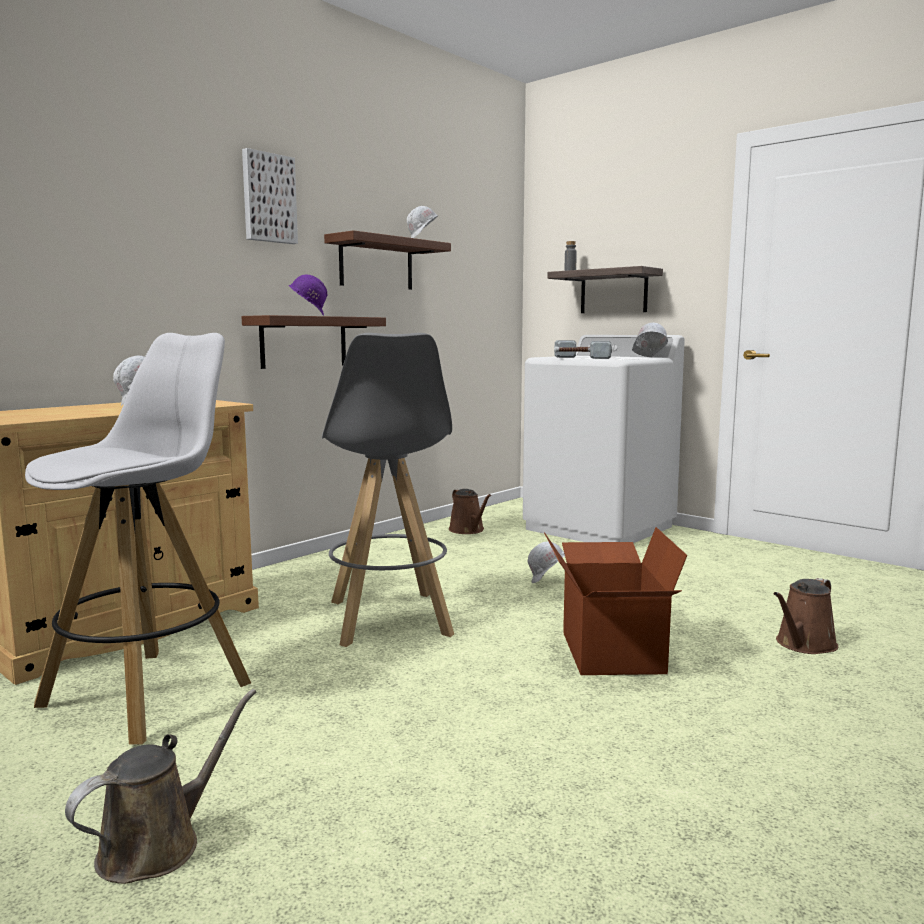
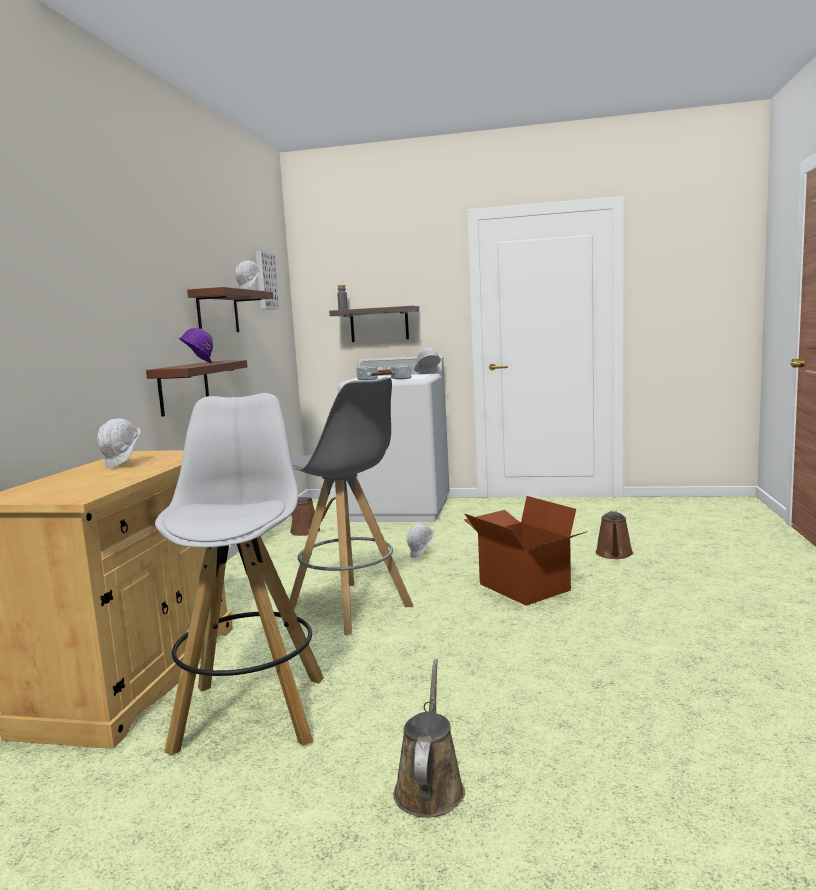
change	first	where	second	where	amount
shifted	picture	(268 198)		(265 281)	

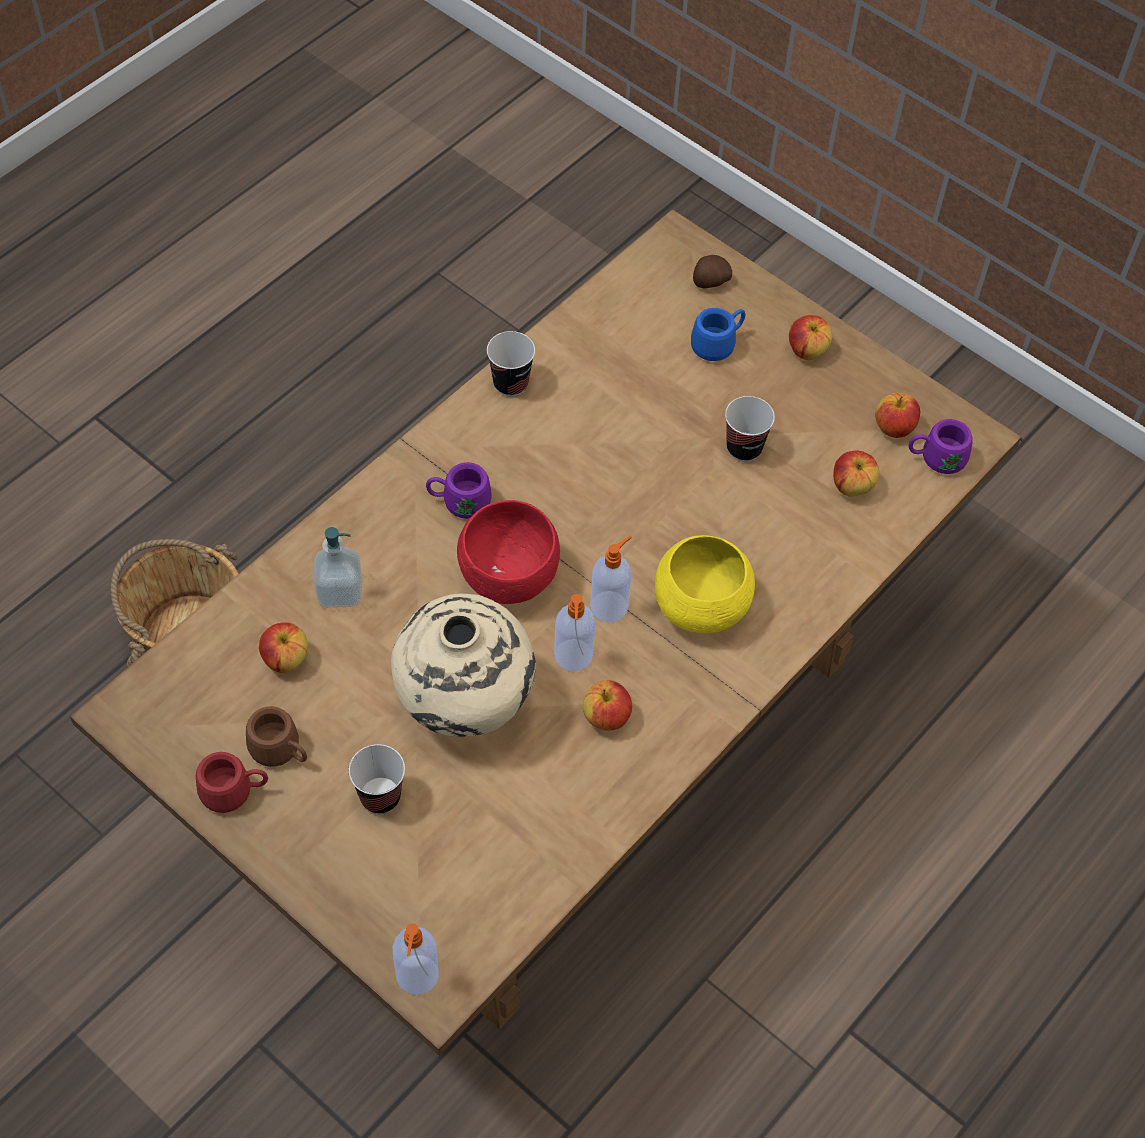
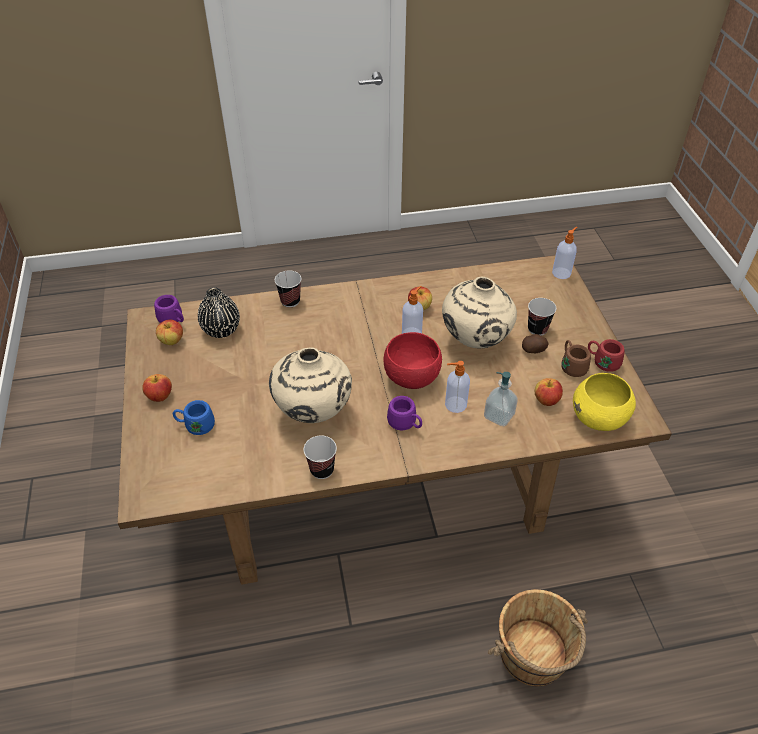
change	first	where	second	where	amount
shifted	potato	(710 282)		(533 350)	
shifted	cup	(744 448)		(290 301)	
swapped	apple	(851 486)	vase (black)	(221 330)	
shifted	bowl (yellow)	(699 606)		(599 418)	
shifted	soap dispenser	(610 606)		(454 404)	
new			vase (beige)	(313 413)	

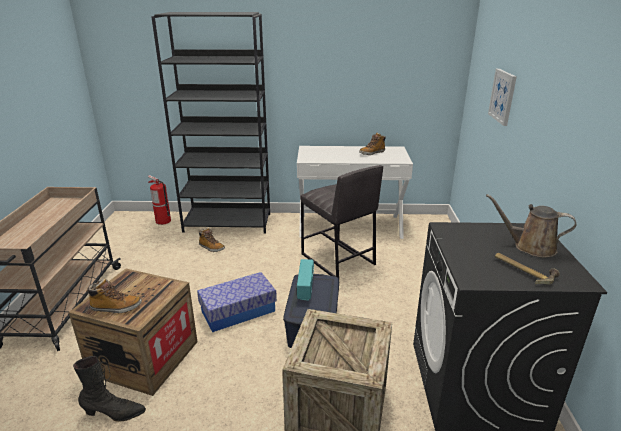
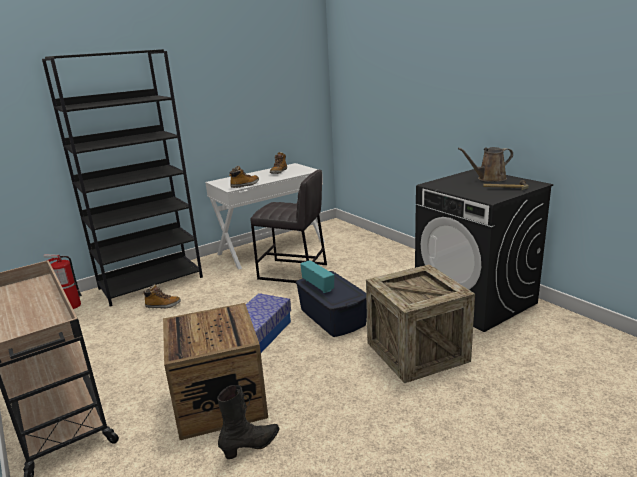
change	first	where	second	where	amount
gone	picture	(503 96)			
shifted	boot	(116 308)		(245 185)	

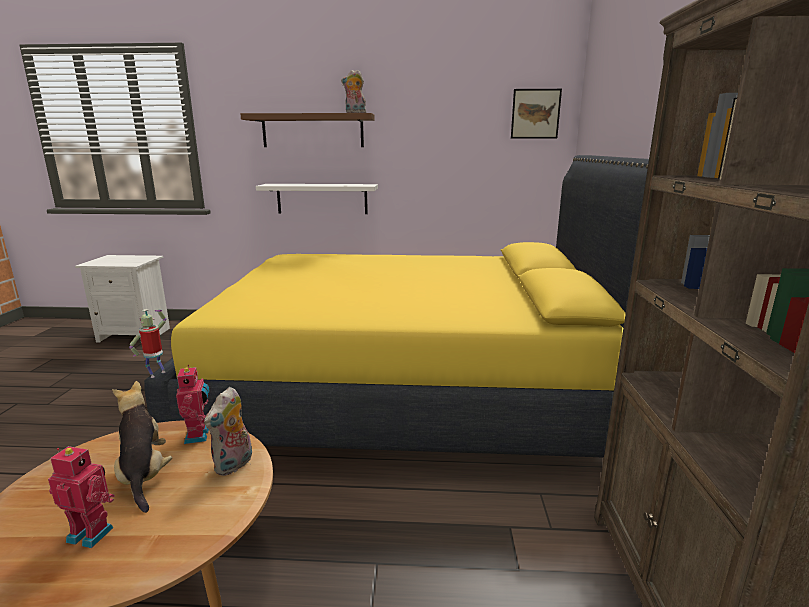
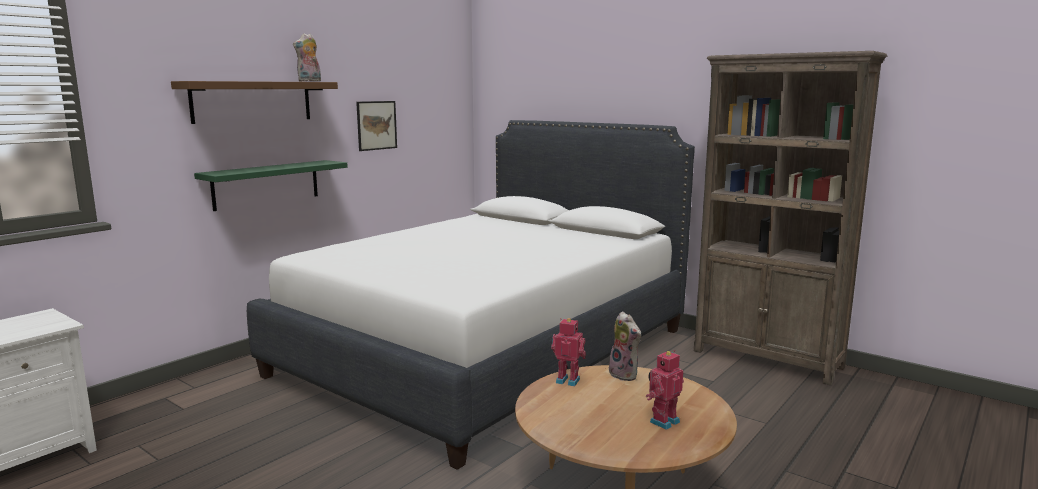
change	first	where	second	where	amount
shifted	picture	(535 114)		(376 125)	
repainted	bed (yellow)	(408 391)	bed (white)	(488 351)	
repainted	shelf (white)	(322 198)	shelf (green)	(266 184)	
gone	toy robot	(156 374)			
gone	plush toy	(144 475)			

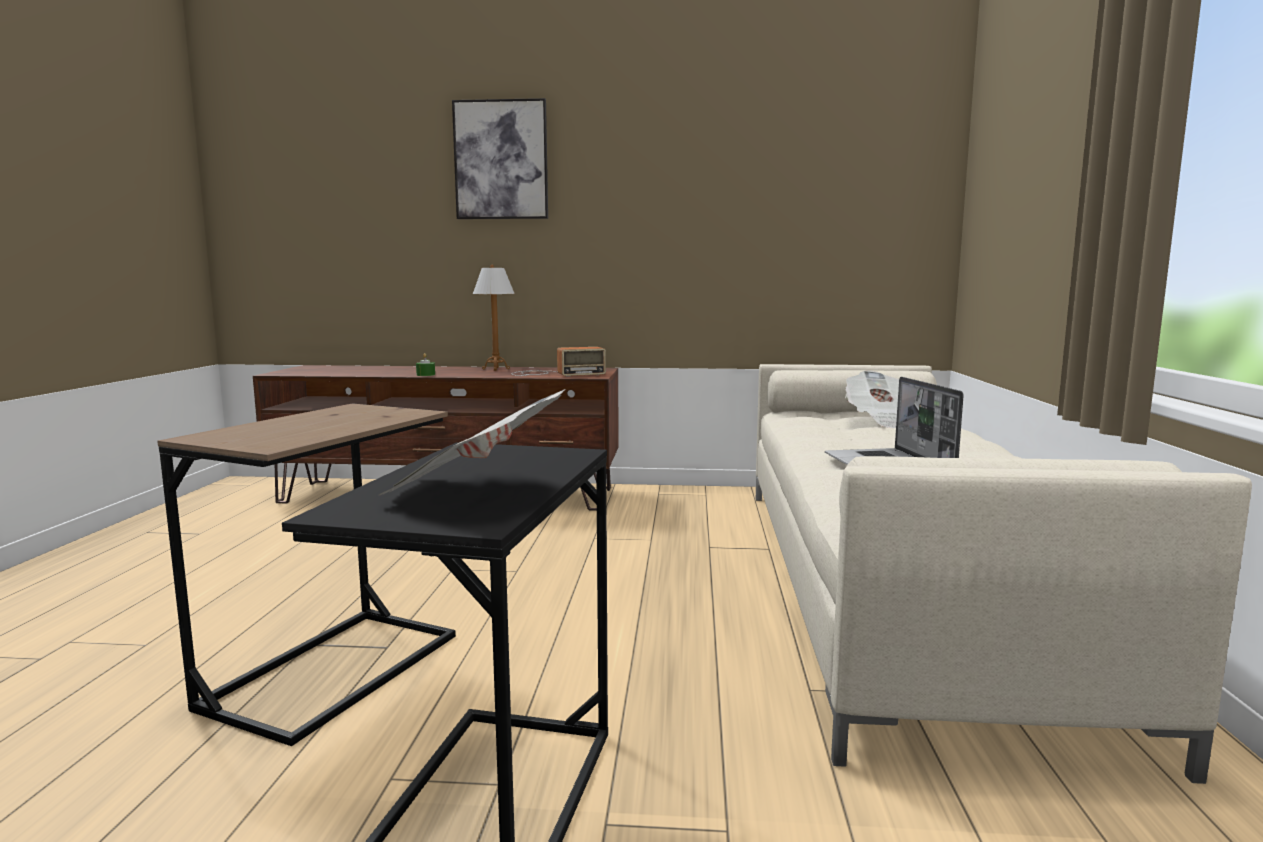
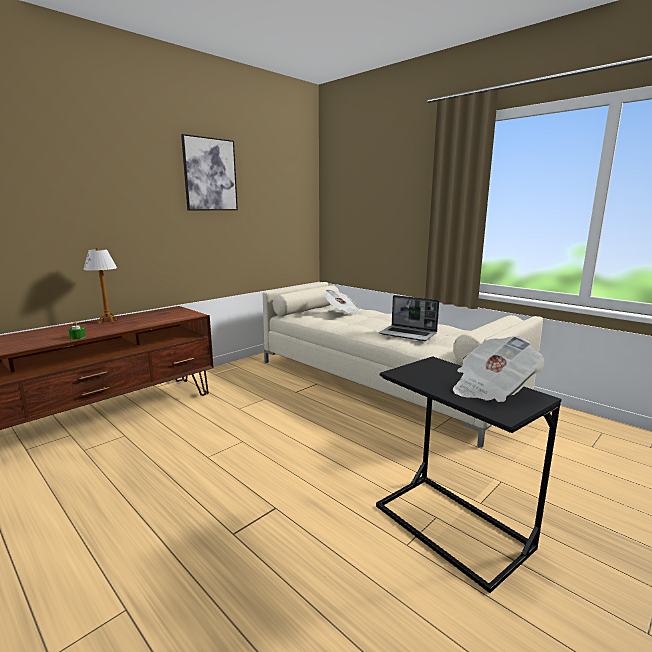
change	first	where	second	where	amount
shifted	picture	(501 160)		(210 174)	
gone	radio	(554 374)			
gone	side table (brown)	(334 670)			

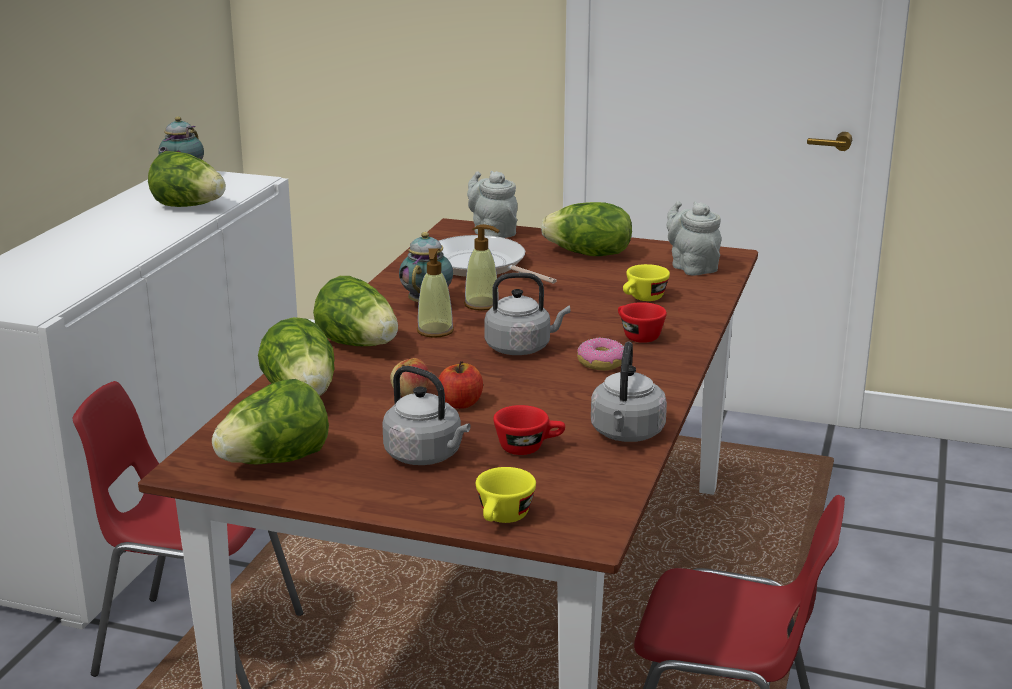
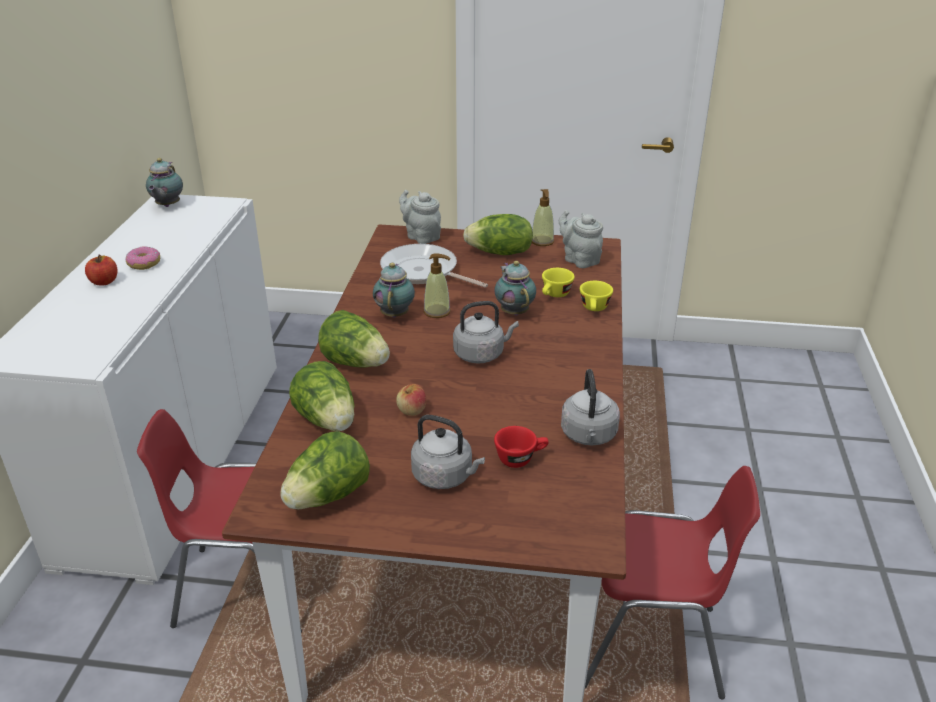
change	first	where	second	where	amount
gone	lettuce	(189 206)			
shifted	soap dispenser	(435 331)		(542 241)	
gone	cup (red)	(637 336)			
shifted	donut	(601 363)		(144 263)	
shifted	apple	(460 404)		(104 282)	
shifted	cup (yellow)	(503 519)		(594 309)	
new			teapot	(514 311)	

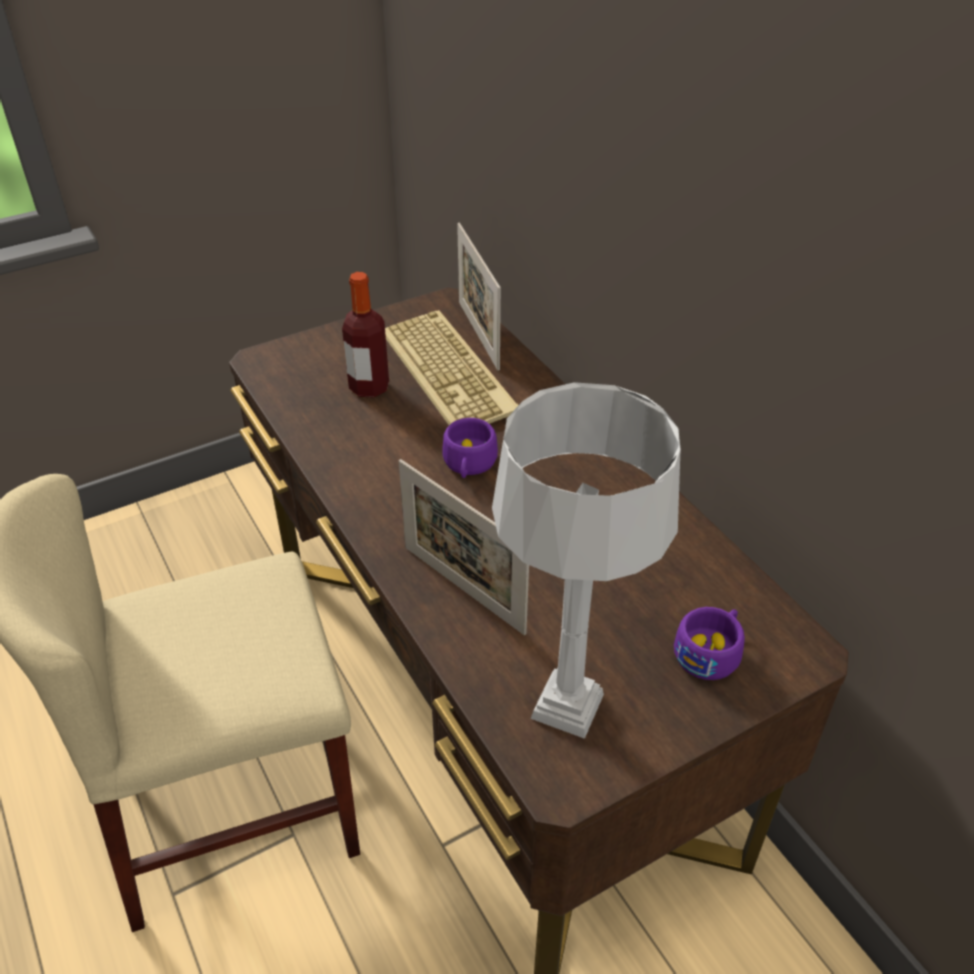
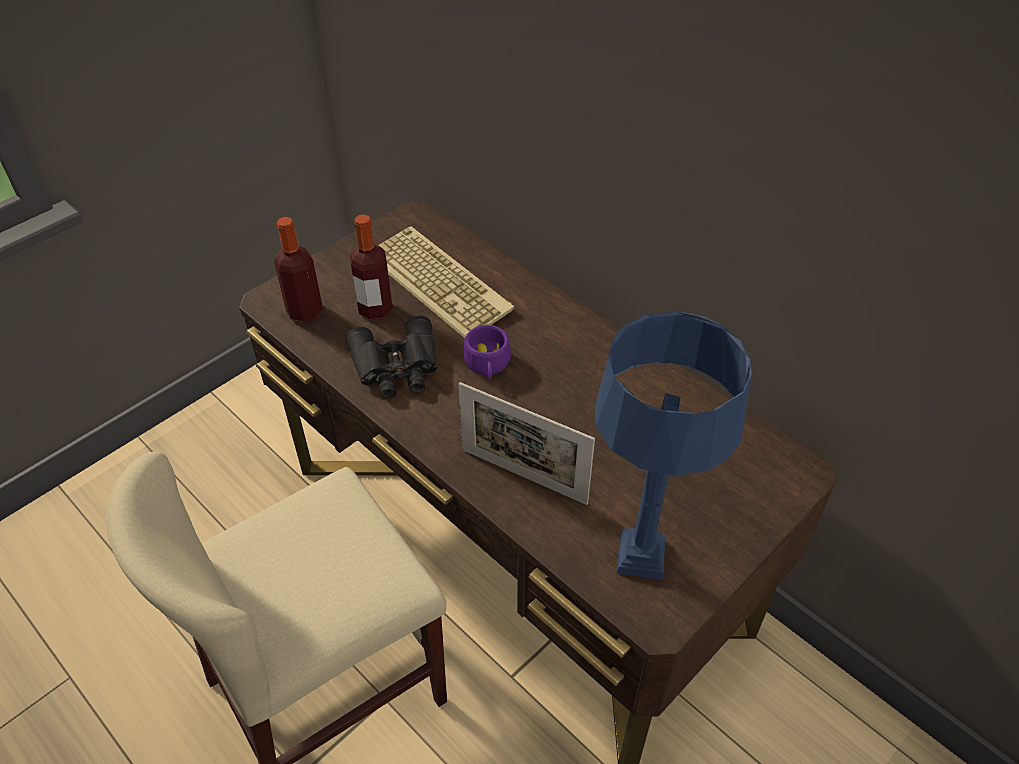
change	first	where	second	where	amount
gone	picture frame	(478 335)			
repainted	table lamp (grey)	(567 707)	table lamp (blue)	(641 557)	
gone	cup (purple)	(710 652)			
new			bottle	(304 311)	
new			binoculars (black)	(397 367)	

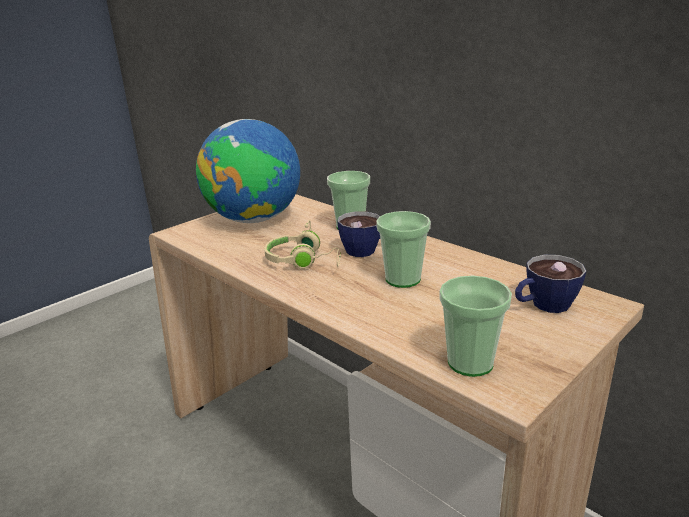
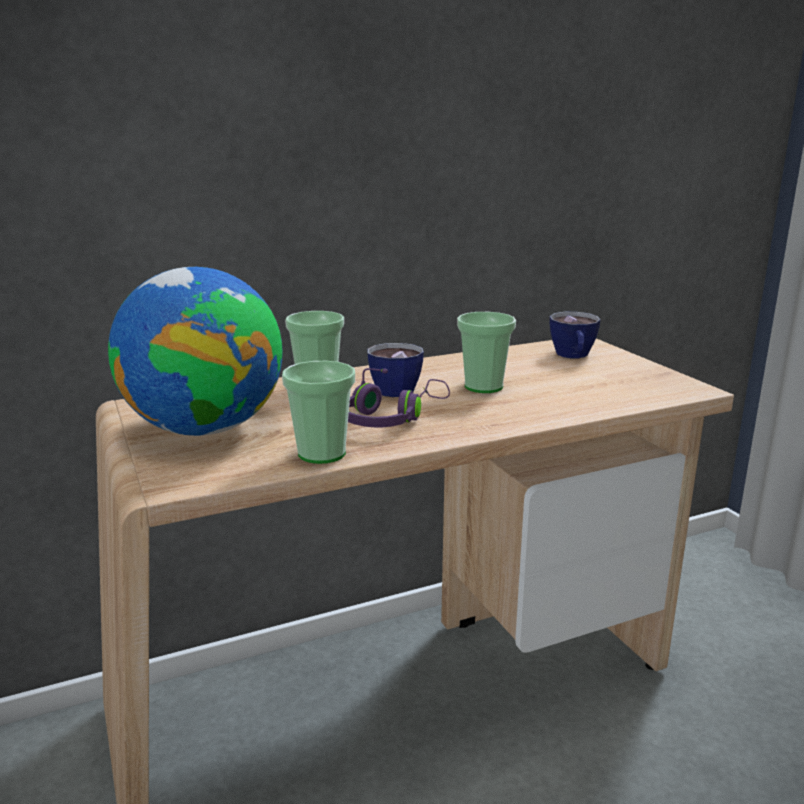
change	first	where	second	where	amount
repainted	headphones (beige)	(304 261)	headphones (purple)	(390 418)	
shifted	cup	(470 363)		(322 453)	

